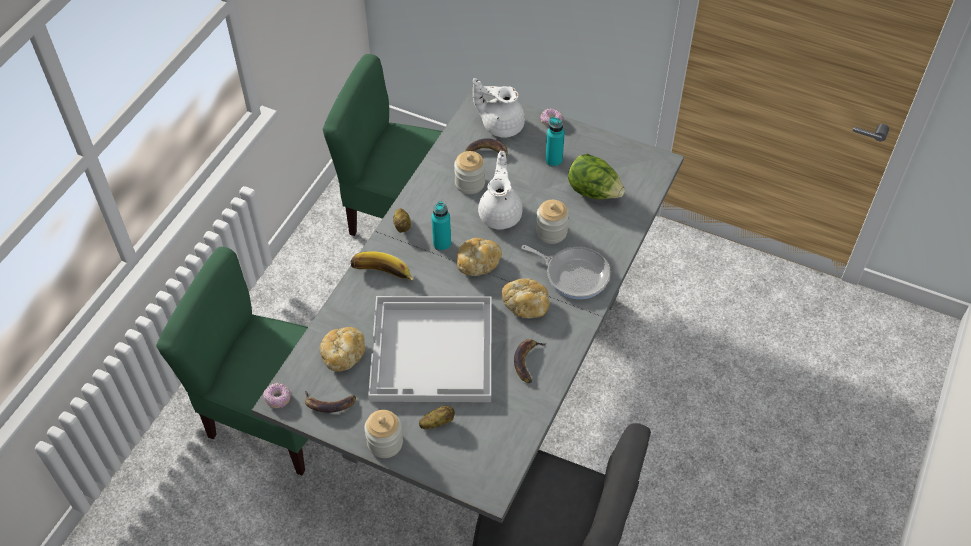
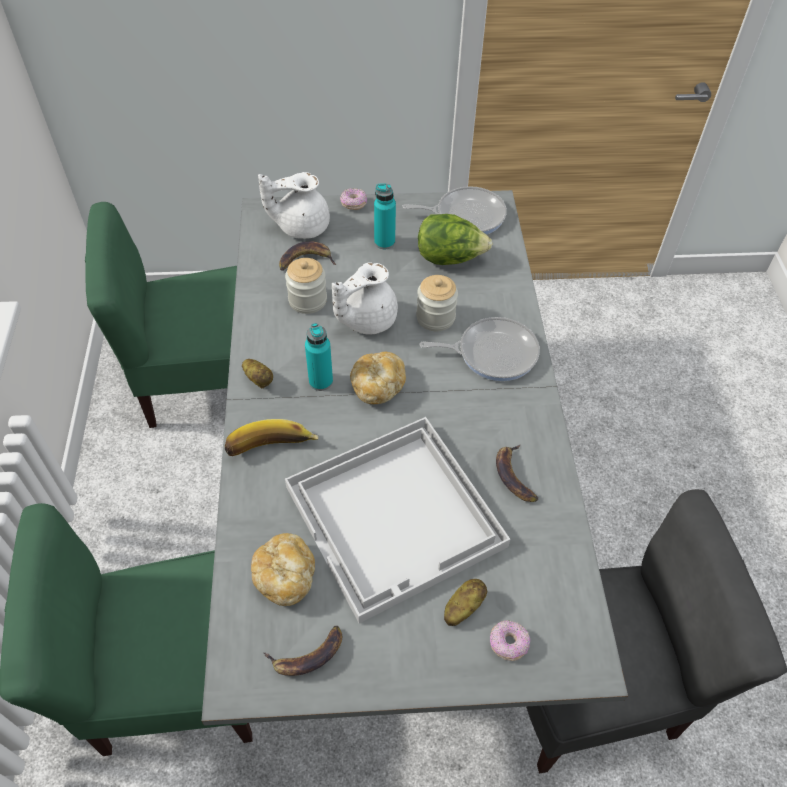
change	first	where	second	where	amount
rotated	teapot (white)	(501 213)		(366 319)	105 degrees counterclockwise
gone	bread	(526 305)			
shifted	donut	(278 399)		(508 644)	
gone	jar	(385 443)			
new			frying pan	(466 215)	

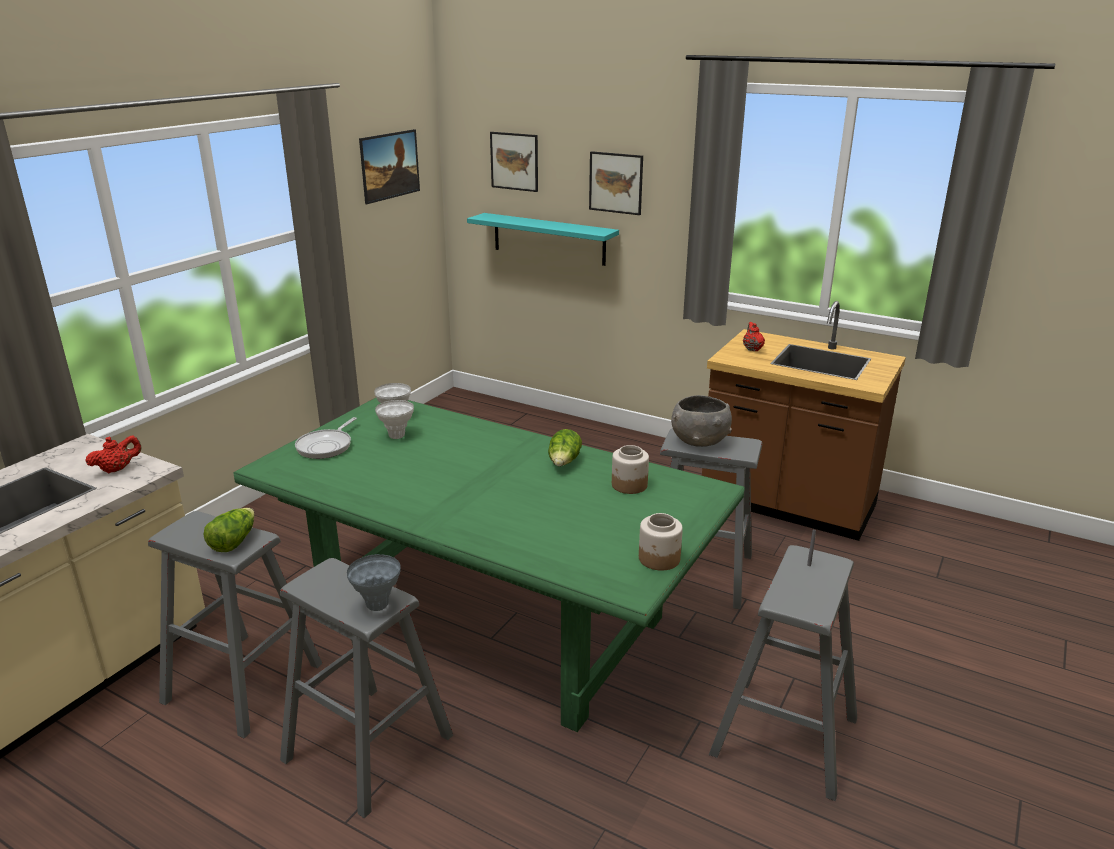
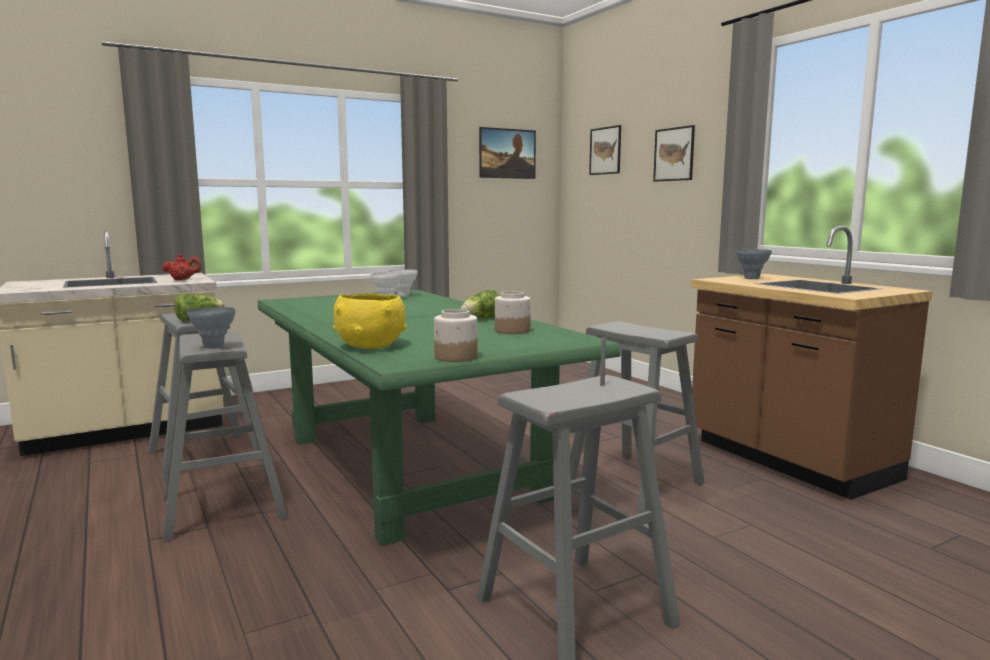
change	first	where	second	where	amount
gone	shelf (turquoise)	(549 239)			
swapped	teapot (red)	(752 349)	vase (grey)	(751 278)	
gone	bowl (grey)	(699 441)			
gone	frying pan	(326 446)			
new			bowl (yellow)	(370 346)	

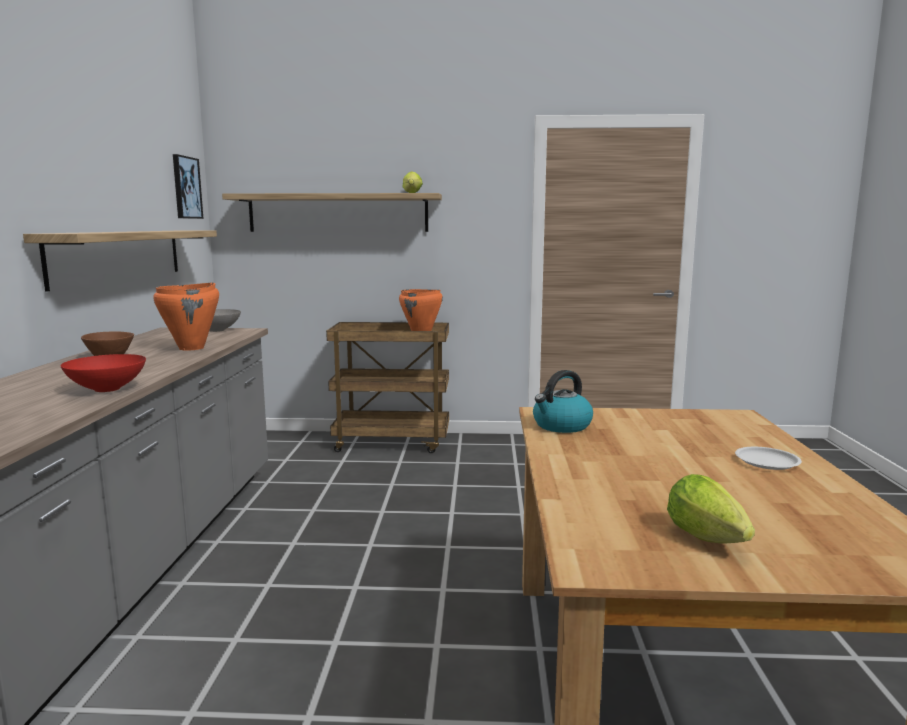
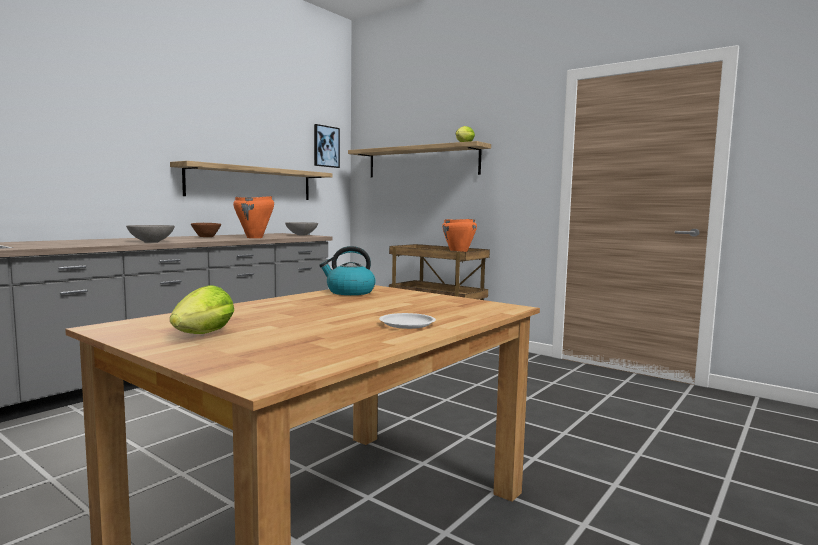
change	first	where	second	where	amount
repainted	bowl (red)	(107 389)	bowl (grey)	(151 242)	

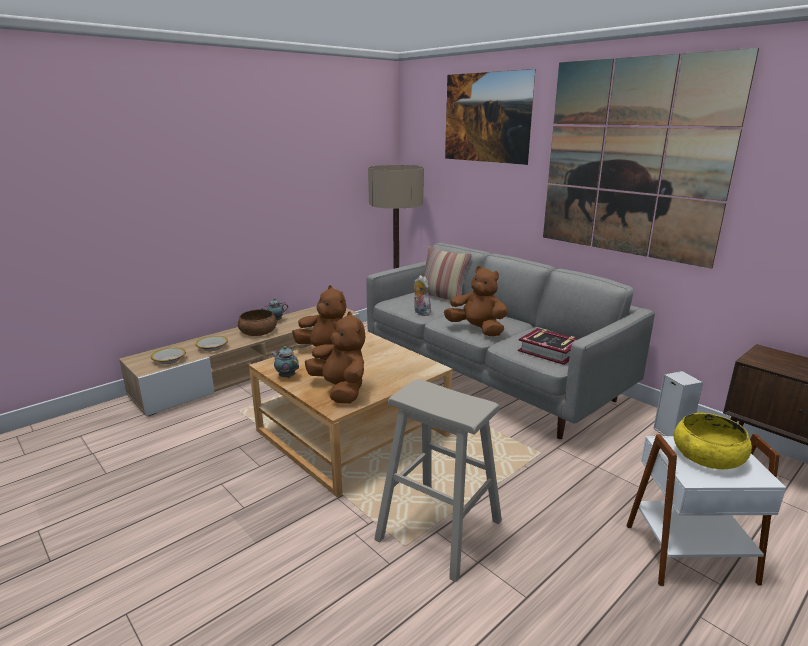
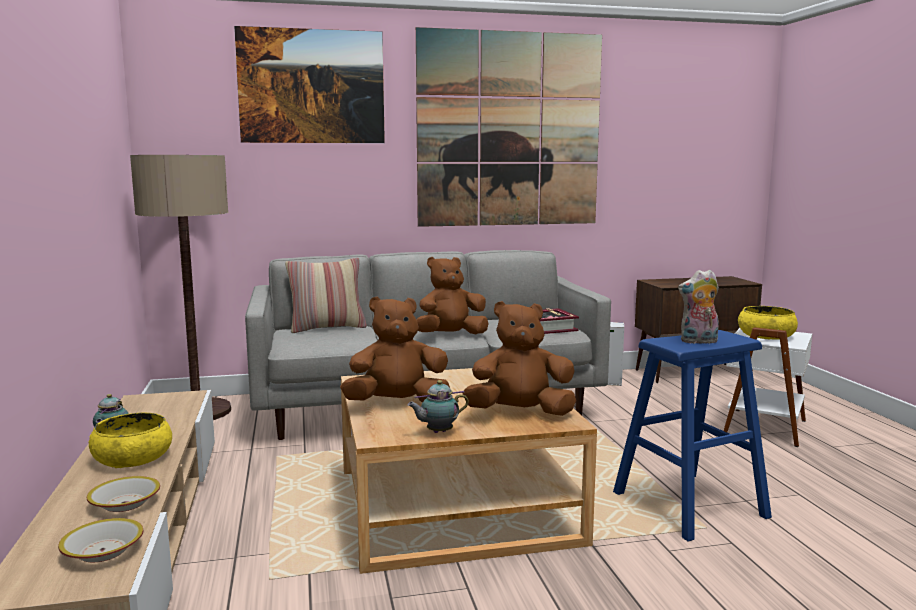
change	first	where	second	where	amount
shifted	plush toy	(420 313)		(698 341)	
repainted	bowl (brown)	(258 331)	bowl (yellow)	(133 458)	
repainted	stool (beige)	(440 530)	stool (blue)	(689 504)	

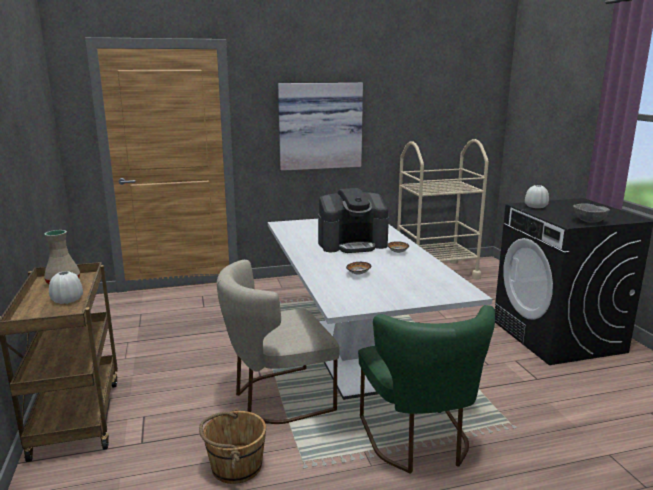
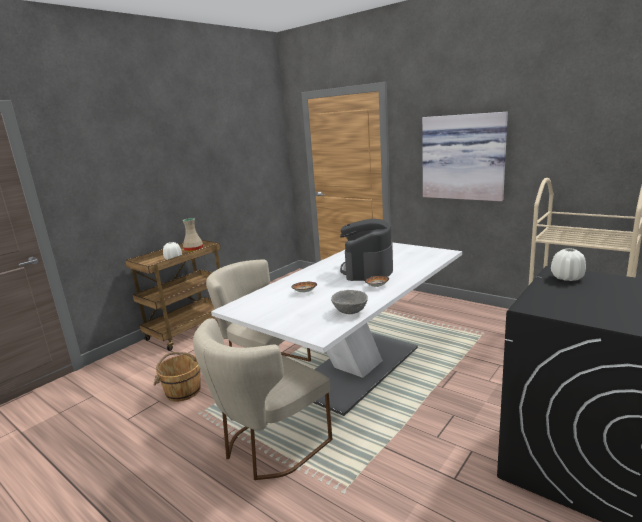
change	first	where	second	where	amount
rotated	coffee machine	(352 244)		(367 270)	60 degrees clockwise
shifted	bowl (grey)	(588 221)		(350 311)	
repainted	chair (green)	(419 442)	chair (beige)	(269 447)	

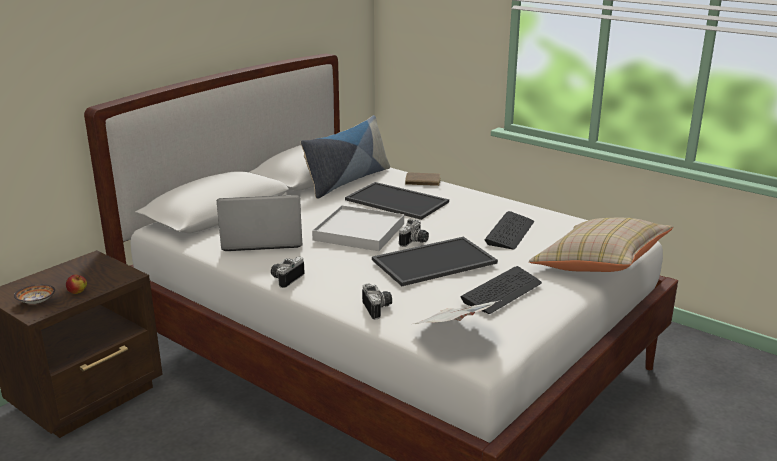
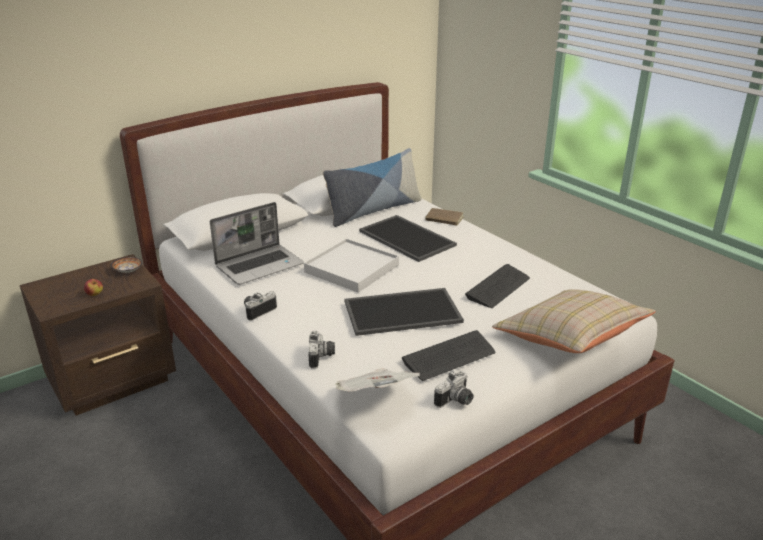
change	first	where	second	where	amount
rotated	laptop	(261 240)		(260 265)	135 degrees clockwise
shifted	photo camera	(415 242)		(456 401)	
shifted	bowl	(36 302)		(128 271)	

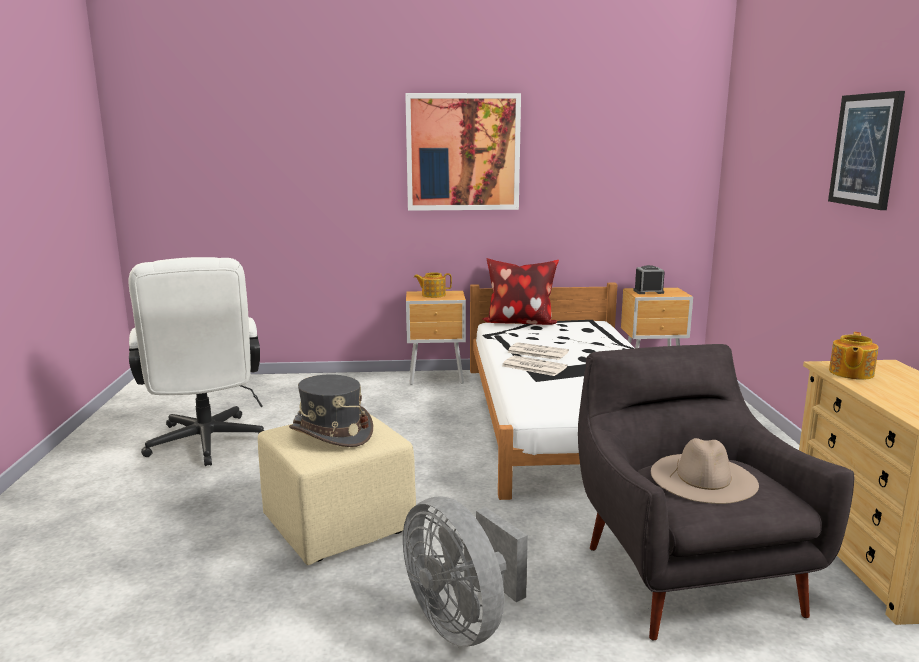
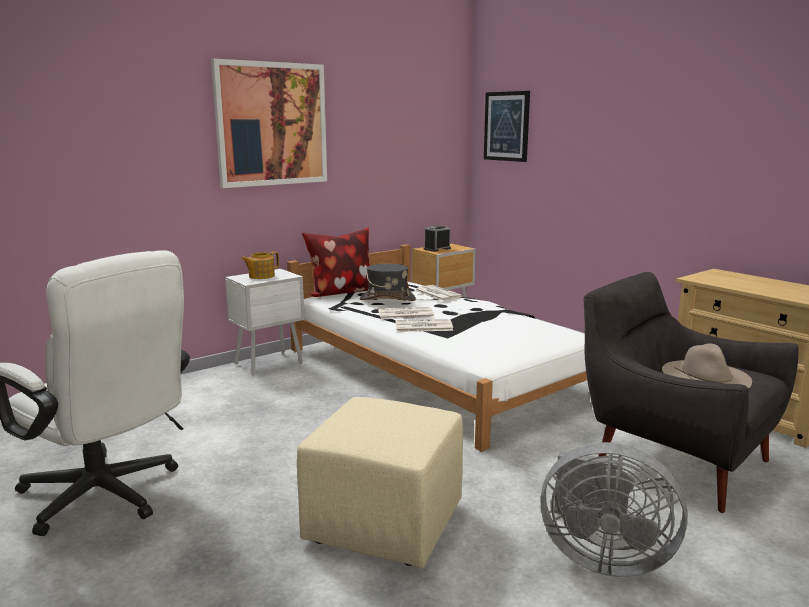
change	first	where	second	where	amount
shifted	picture	(866 150)		(507 126)	
repainted	nightstand (brown)	(437 378)	nightstand (white)	(270 363)	
gone	teapot	(850 373)			
shifted	hat (grey)	(331 433)		(387 299)	
new			newspaper	(437 294)	

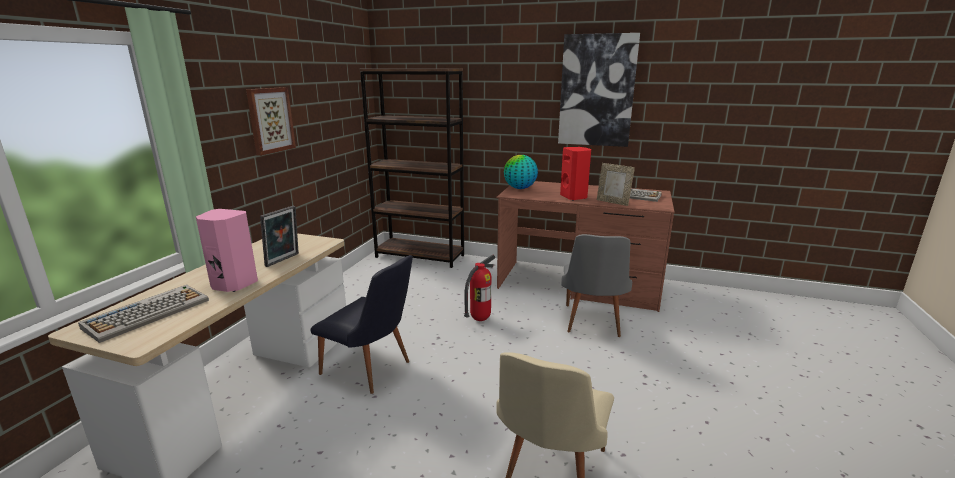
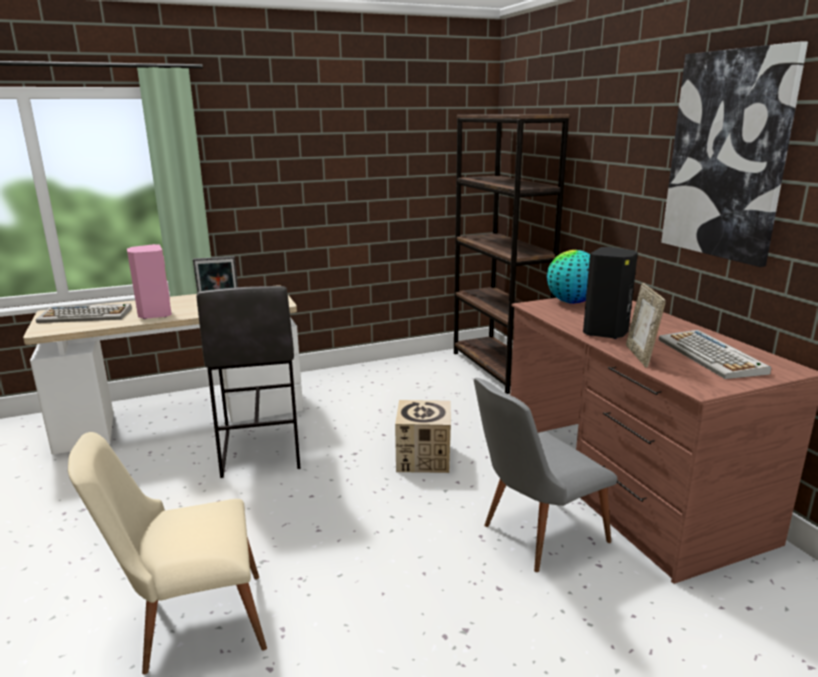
change	first	where	second	where	amount
gone	picture	(270 120)			
repainted	speaker (red)	(574 197)	speaker (black)	(606 332)	
swapped	chair (black)	(371 370)	stool (grey)	(260 450)	
swapped	fire extinguisher	(480 319)	cardboard box	(423 458)	

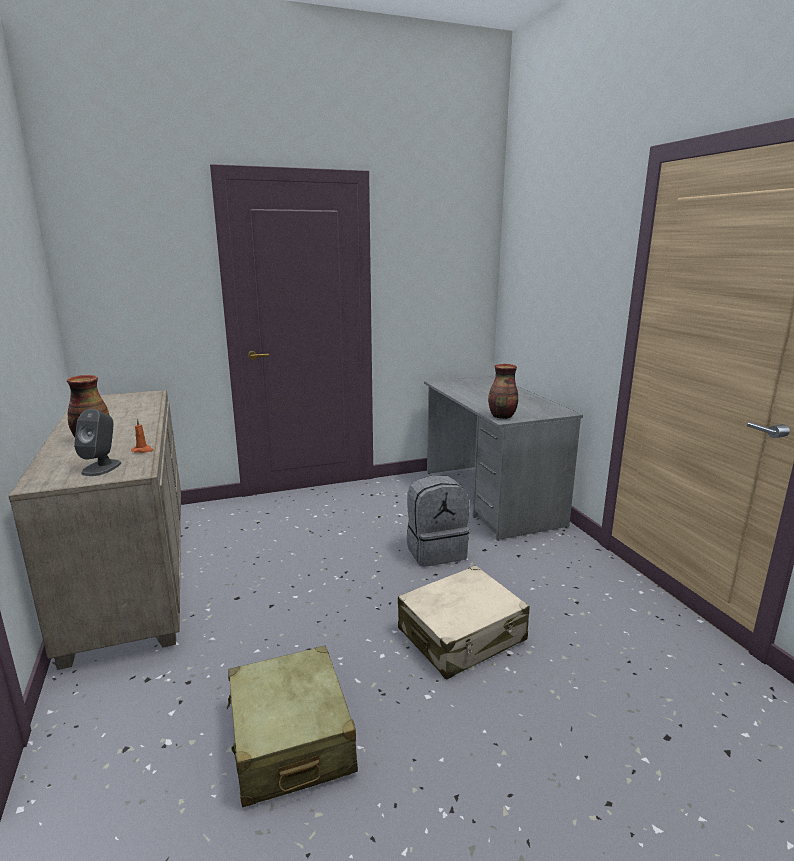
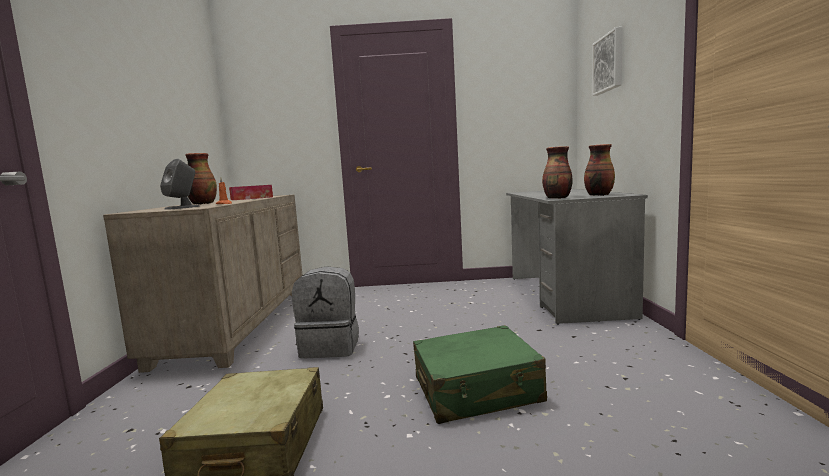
change	first	where	second	where	amount
shifted	backpack (grey)	(435 551)		(331 347)	
repainted	suitcase (beige)	(462 635)	suitcase (green)	(477 390)	
new			picture	(609 63)	
new			vase	(598 195)	
new			tissue box	(251 198)	

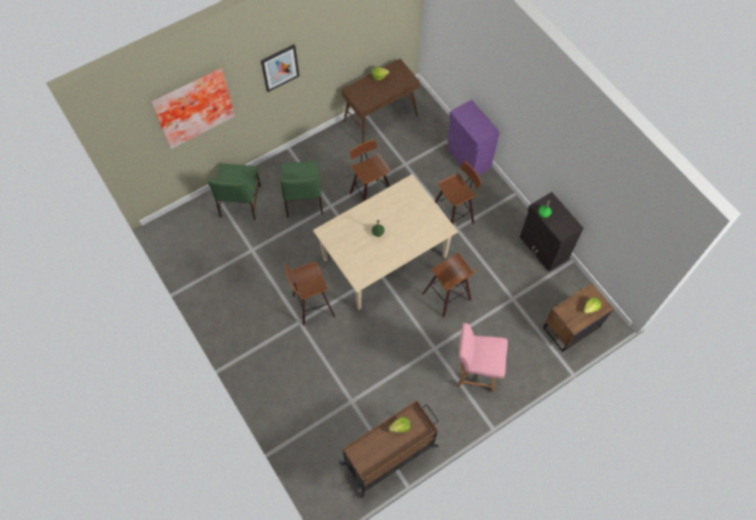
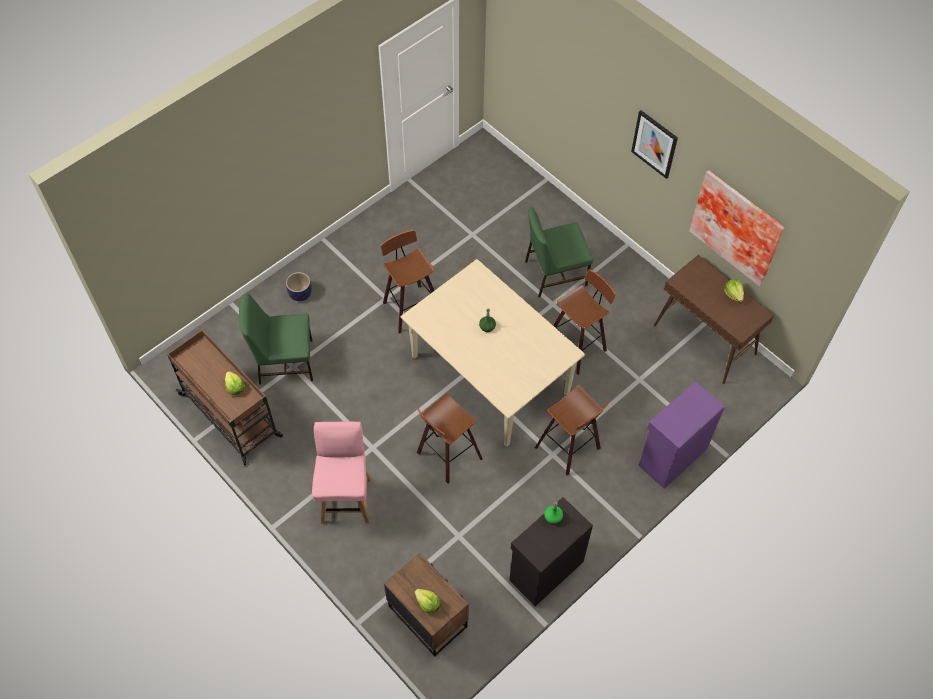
change	first	where	second	where	amount
shifted	picture	(193 106)		(738 226)	
shifted	chair (green)	(240 202)		(284 361)	
new			planter	(300 294)	

